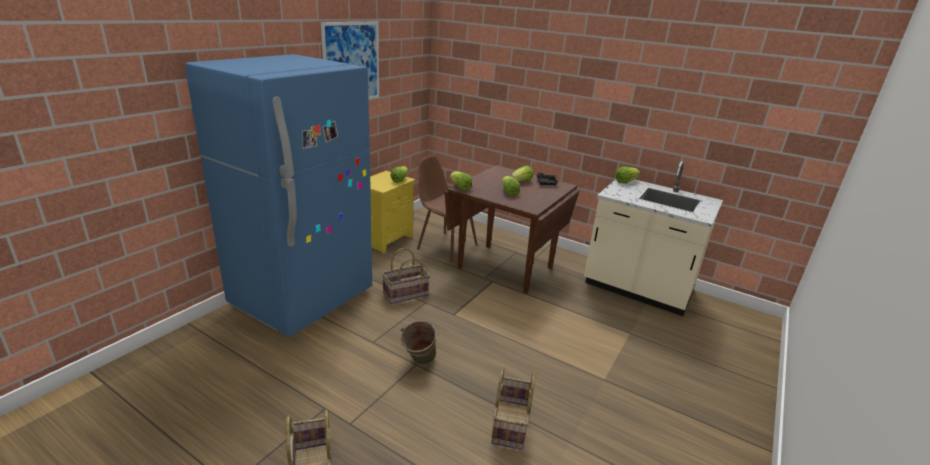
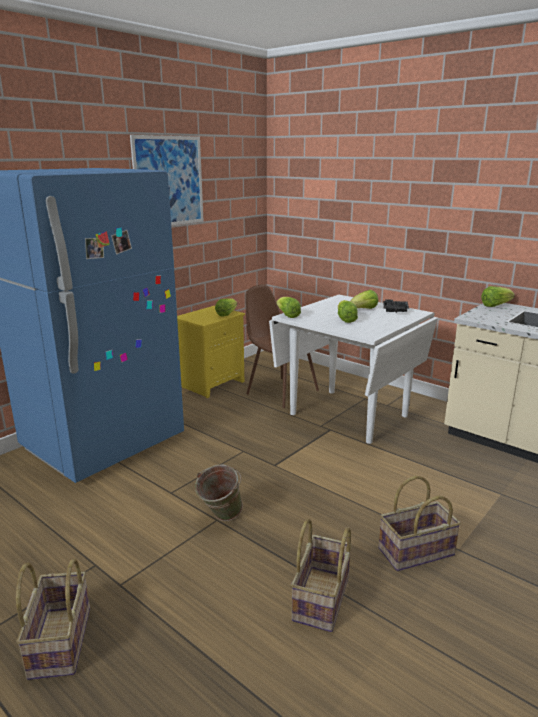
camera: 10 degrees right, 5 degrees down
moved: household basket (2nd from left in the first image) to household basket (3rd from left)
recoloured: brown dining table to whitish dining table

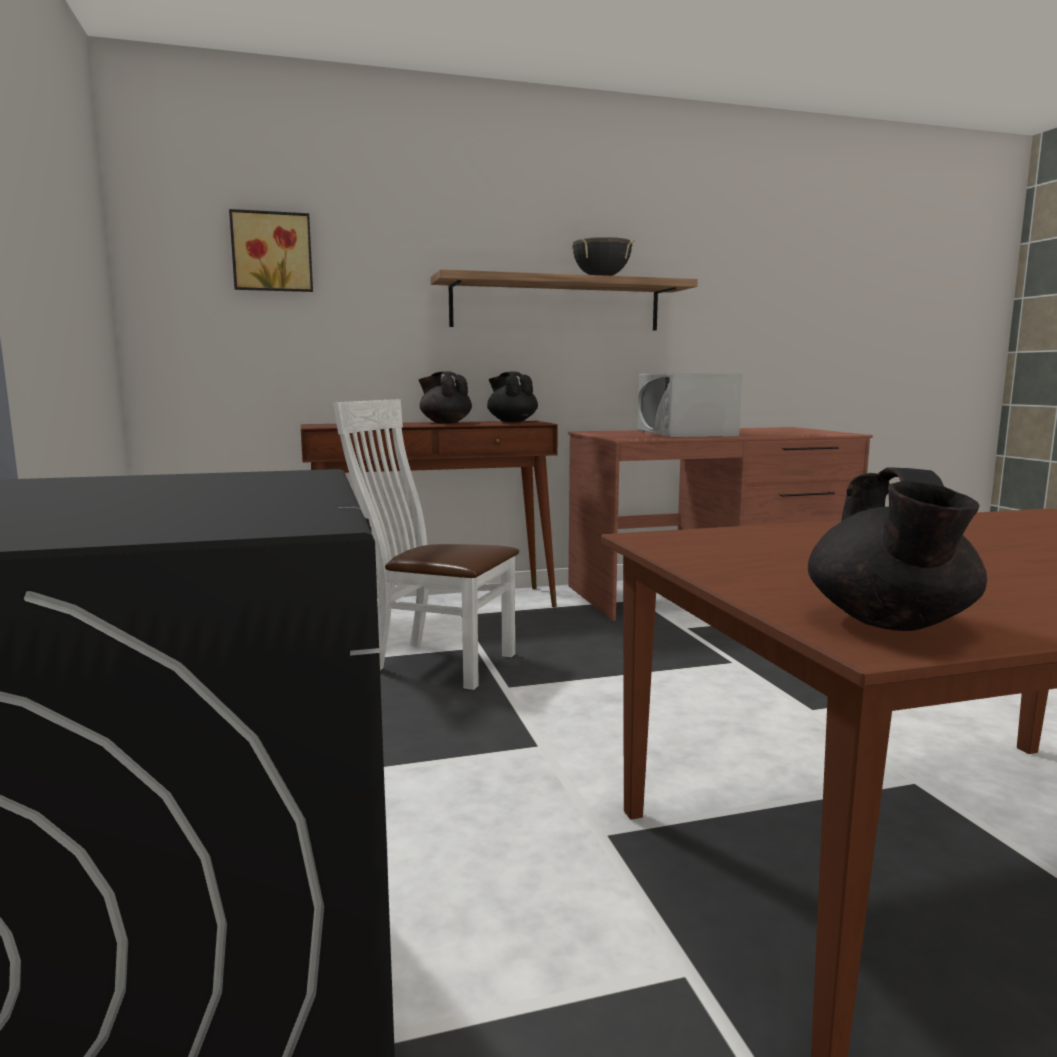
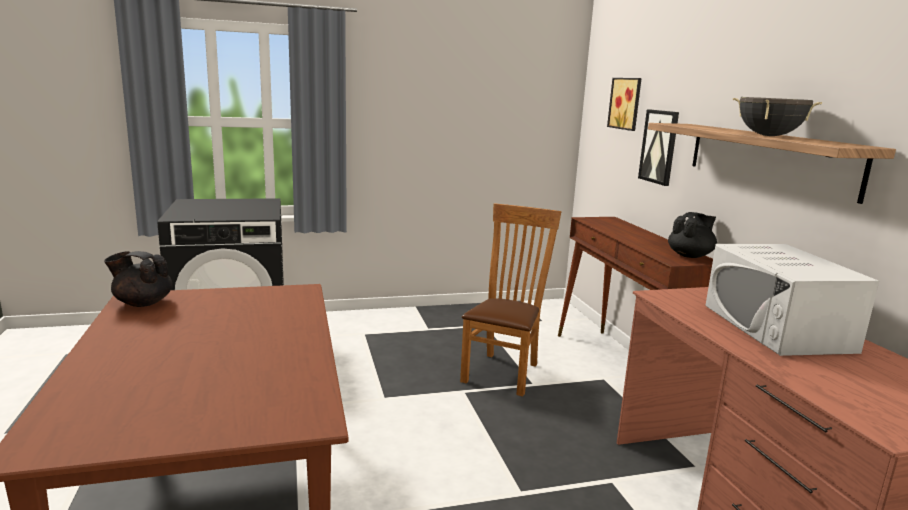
camera: 90 degrees right, 5 degrees up
removed: black pot for tea (1st from left)
added: picture (2nd from left)
recoloured: whitish chair to brown chair
turned: whitish microwave oven 90 degrees counterclockwise

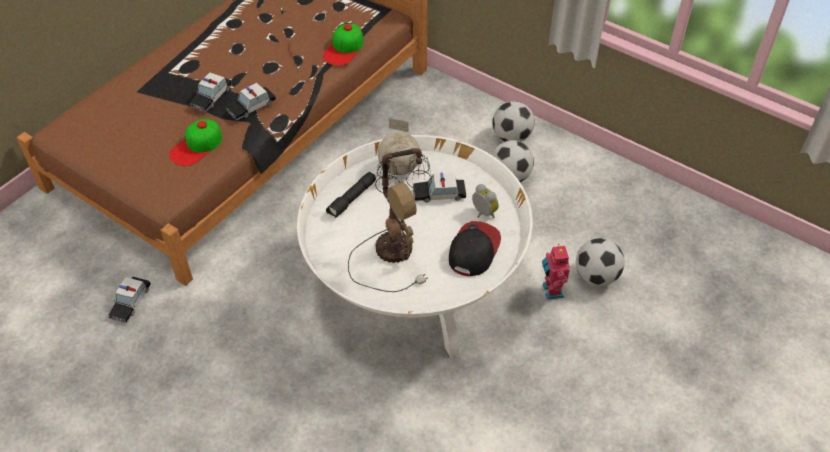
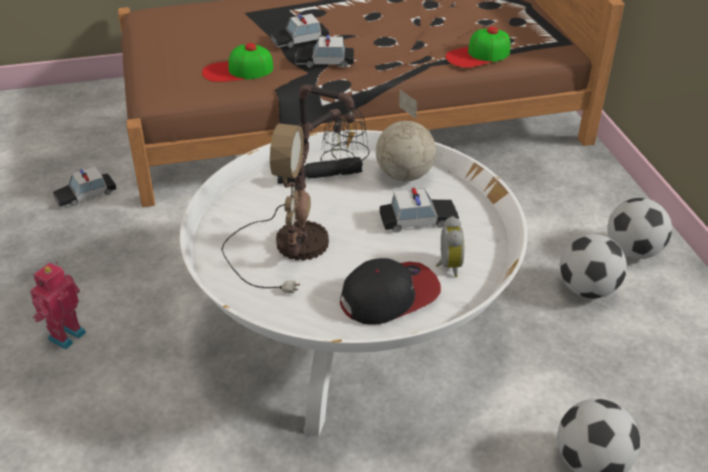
camera: 40 degrees right, 10 degrees down
moved: robot figure
turned: miniature car (4th from left) 135 degrees clockwise

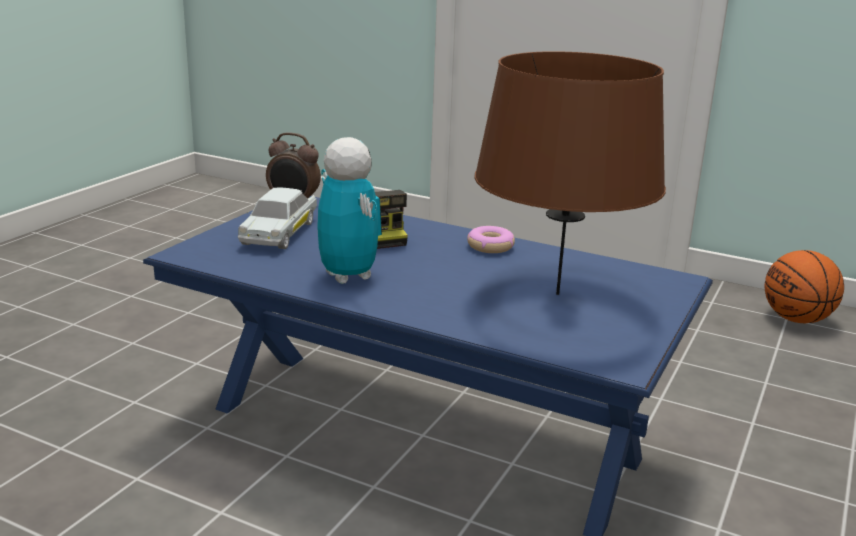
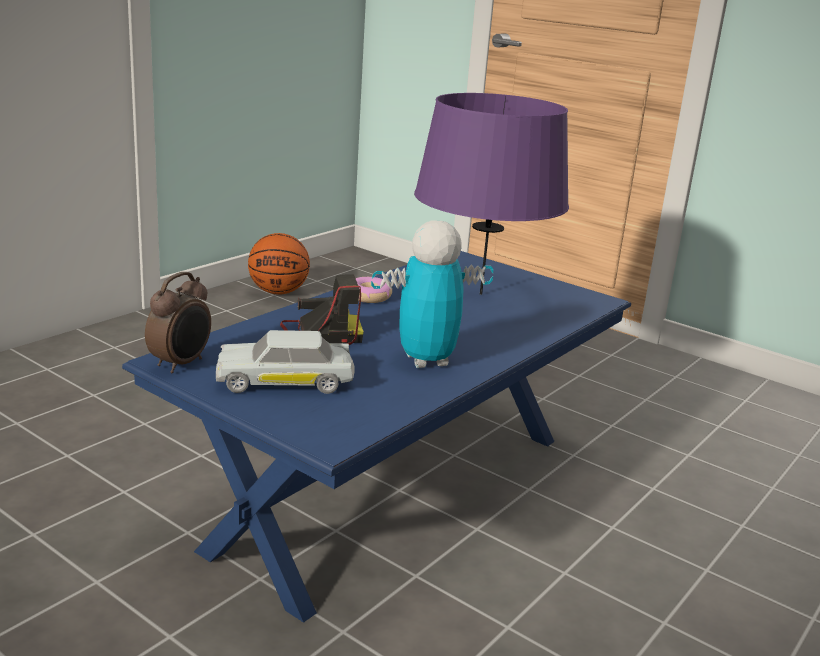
camera: 80 degrees left, 0 degrees up
recoloured: brown tabletop lamp to purplish tabletop lamp
turned: whitish miniature car 150 degrees clockwise

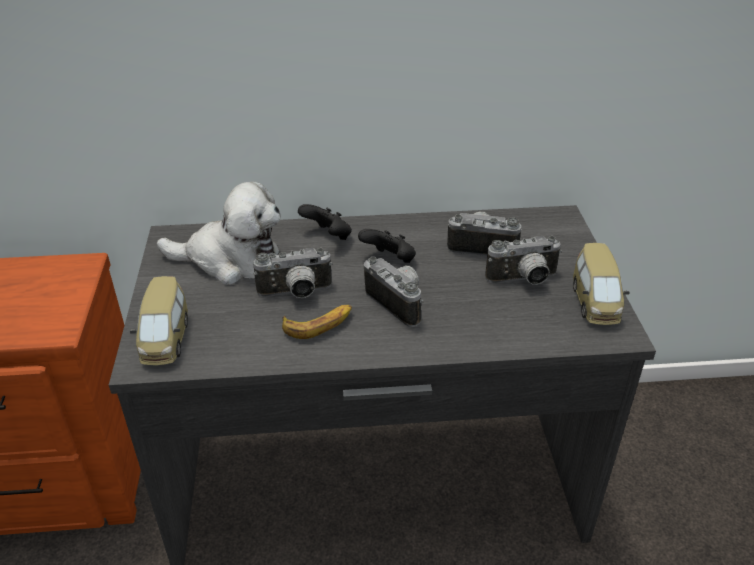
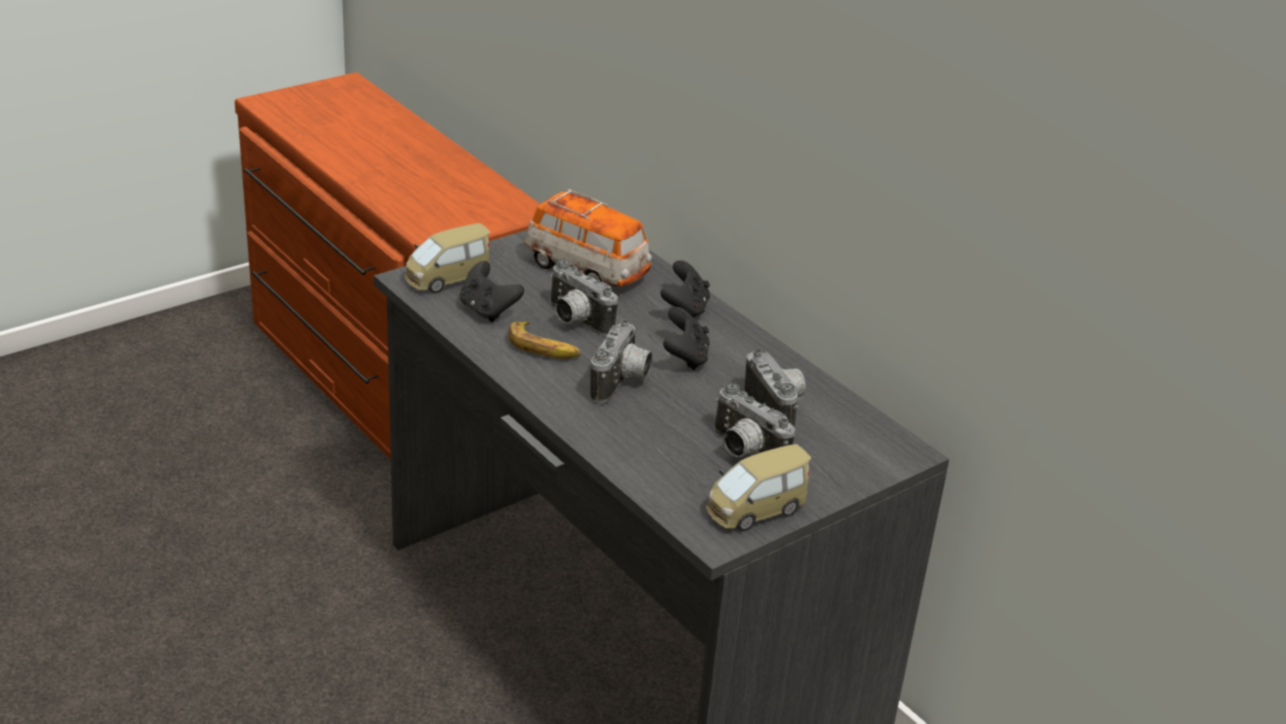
camera: 55 degrees right, 5 degrees down
added: black gamepad (1st from left)
replaced: cuddly toy to miniature car (2nd from left)

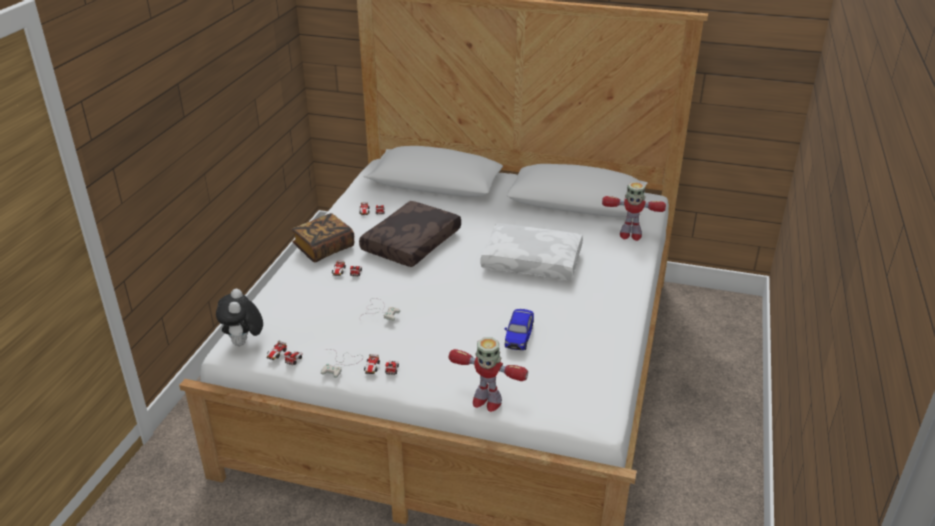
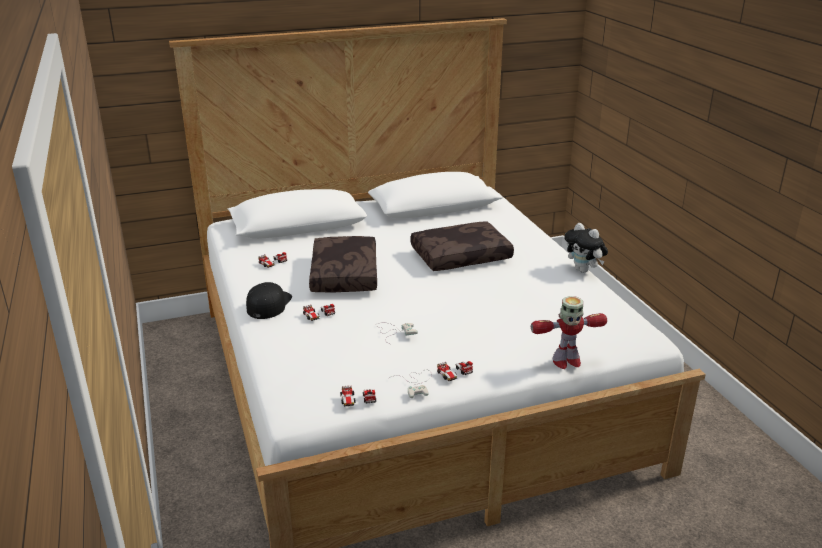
camera: 35 degrees left, 5 degrees down
removed: miniature car (5th from left); robot figure (2nd from left)
moved: cuddly toy
replaced: bound book to black peaked cap
recoloured: whitish pillow to brown pillow (2nd from left)

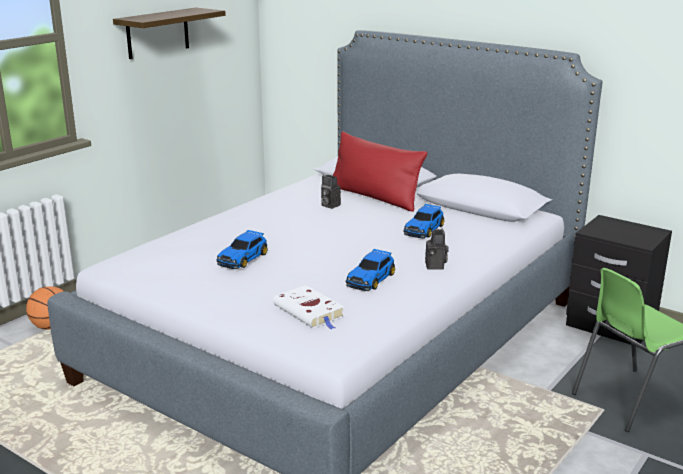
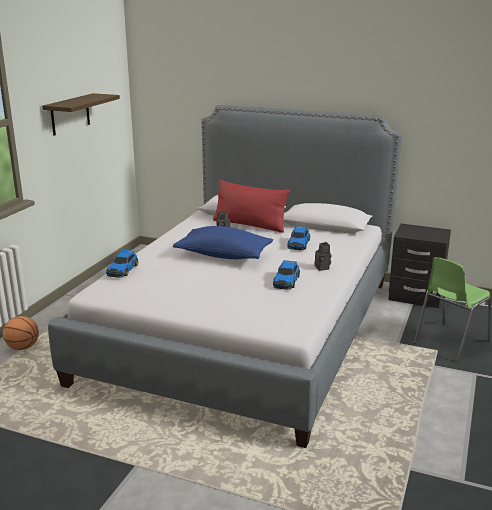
camera: 15 degrees left, 0 degrees up
removed: whitish bound book
added: blue-coloured pillow
moved: miniature car (1st from left)

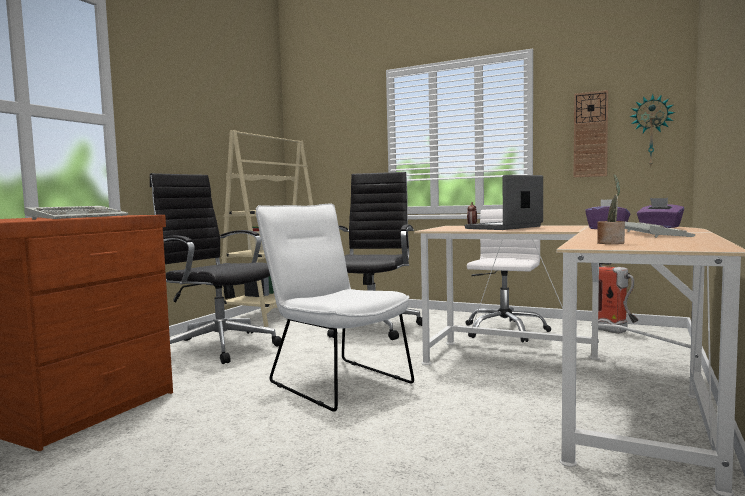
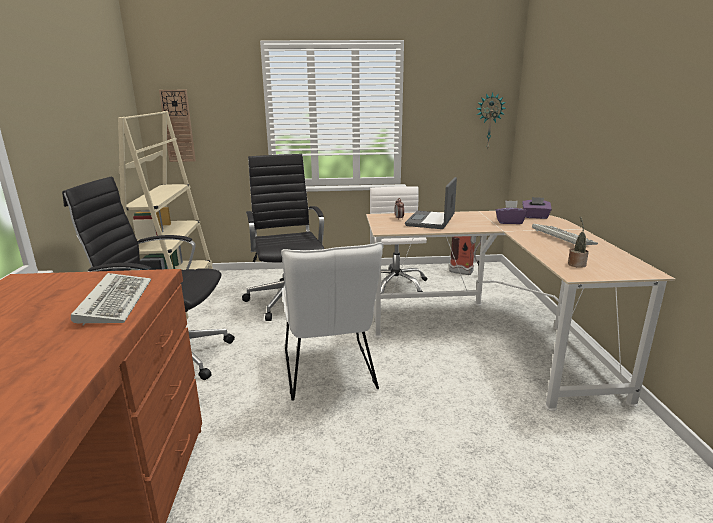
camera: 30 degrees left, 15 degrees up
moved: hanging clock (1st from left)
turned: whitish chair 120 degrees counterclockwise

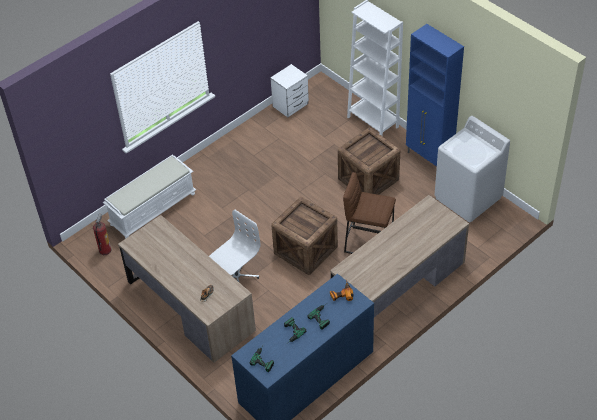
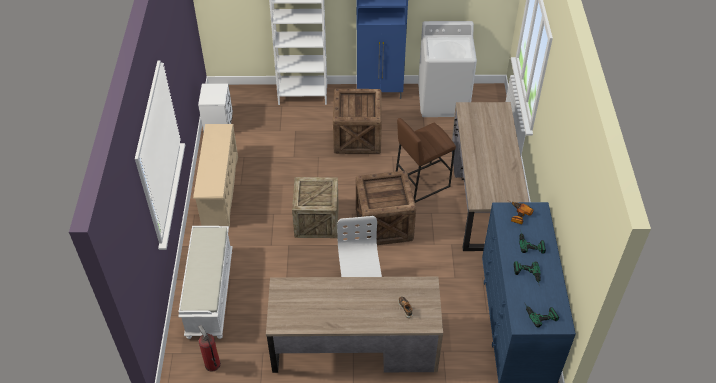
camera: 50 degrees left, 0 degrees up
added: beige shoe rack; crate (1st from left)

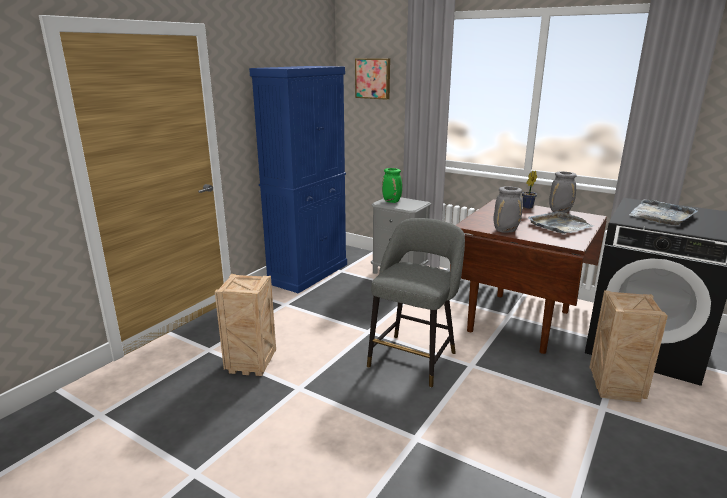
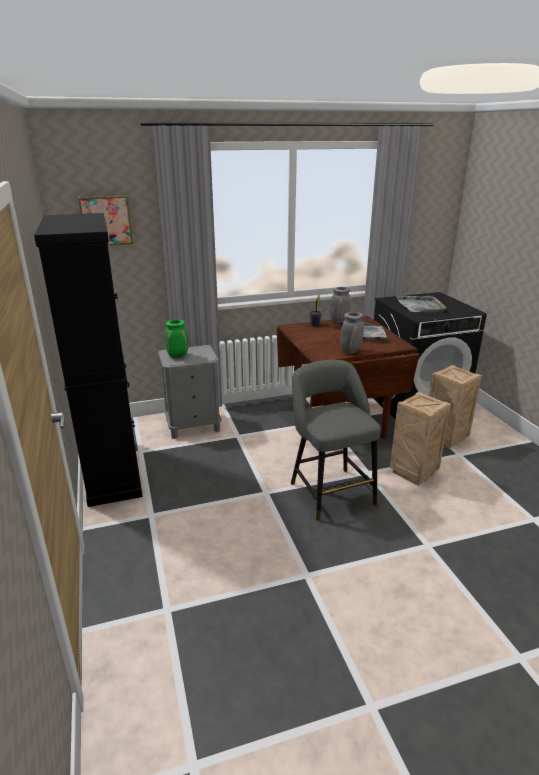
camera: 50 degrees left, 5 degrees up
moved: crate (1st from left)
recoloured: blue-coloured cupboard to black cupboard

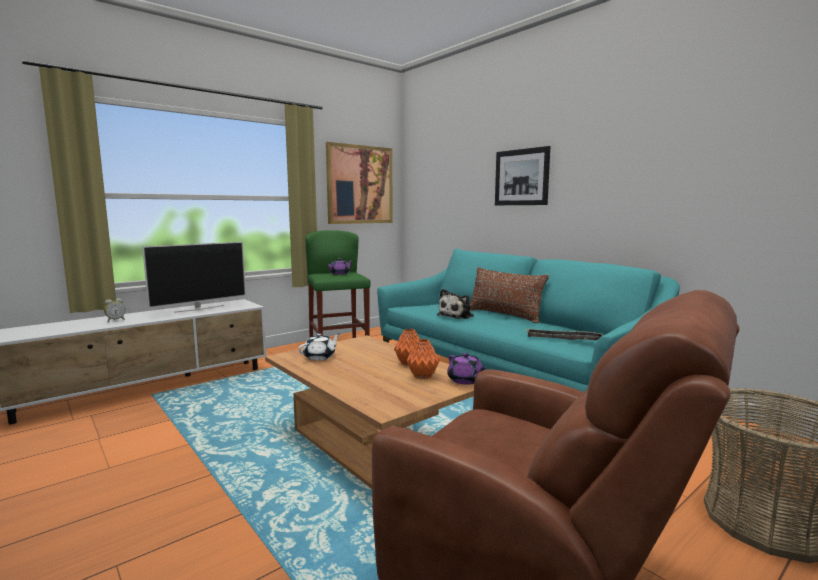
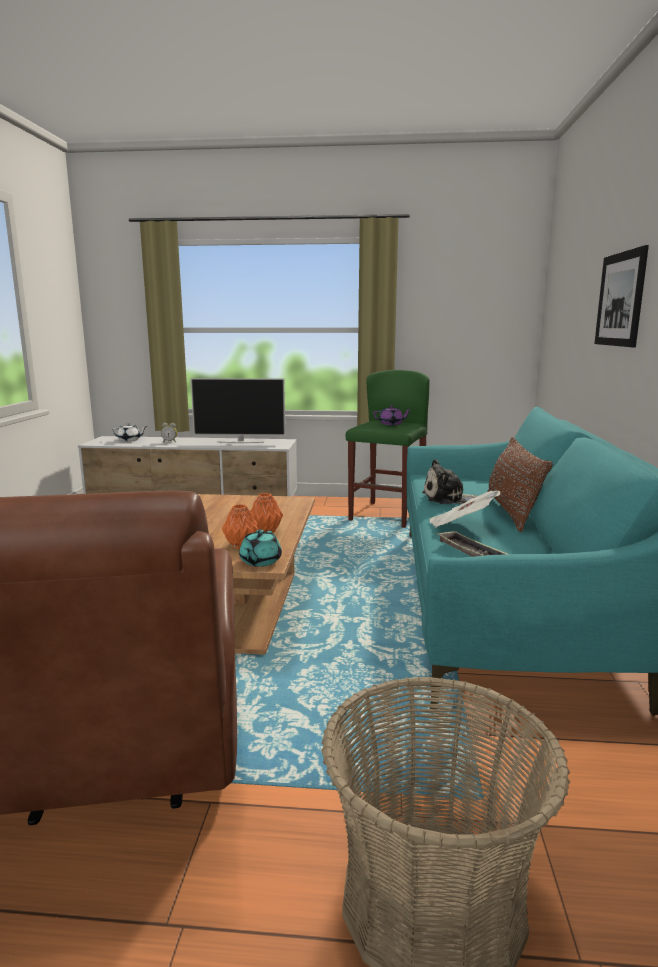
camera: 45 degrees right, 5 degrees up
removed: picture (1st from left)
added: newspaper
moved: whitish pot for tea
recoloured: purplish pot for tea (2nd from left) to blue-green pot for tea

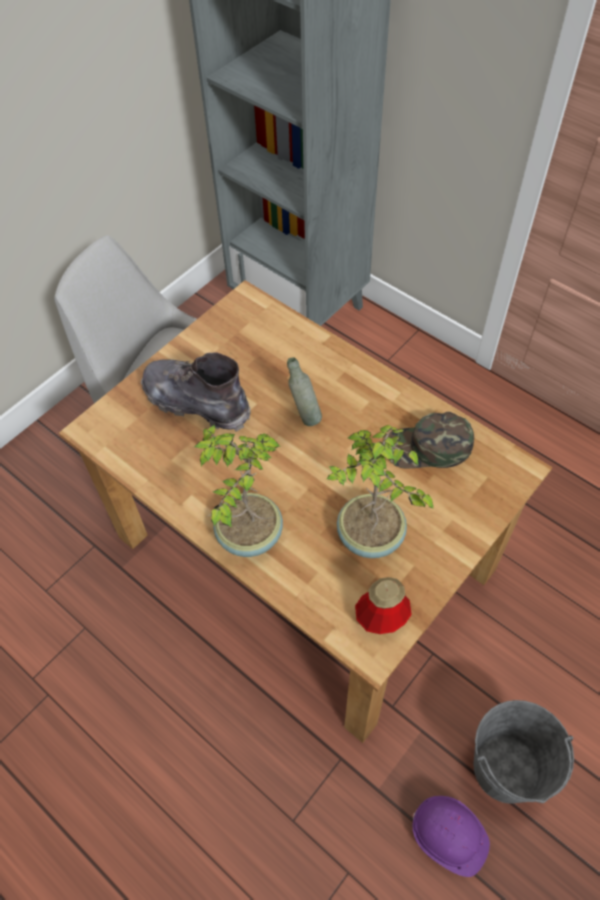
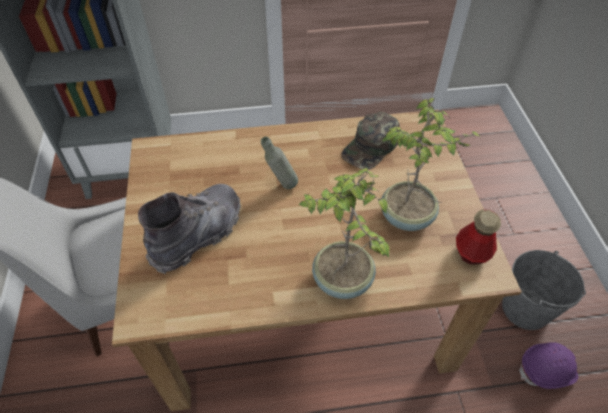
camera: 50 degrees left, 5 degrees down
turned: greyish high-top boot 150 degrees clockwise

